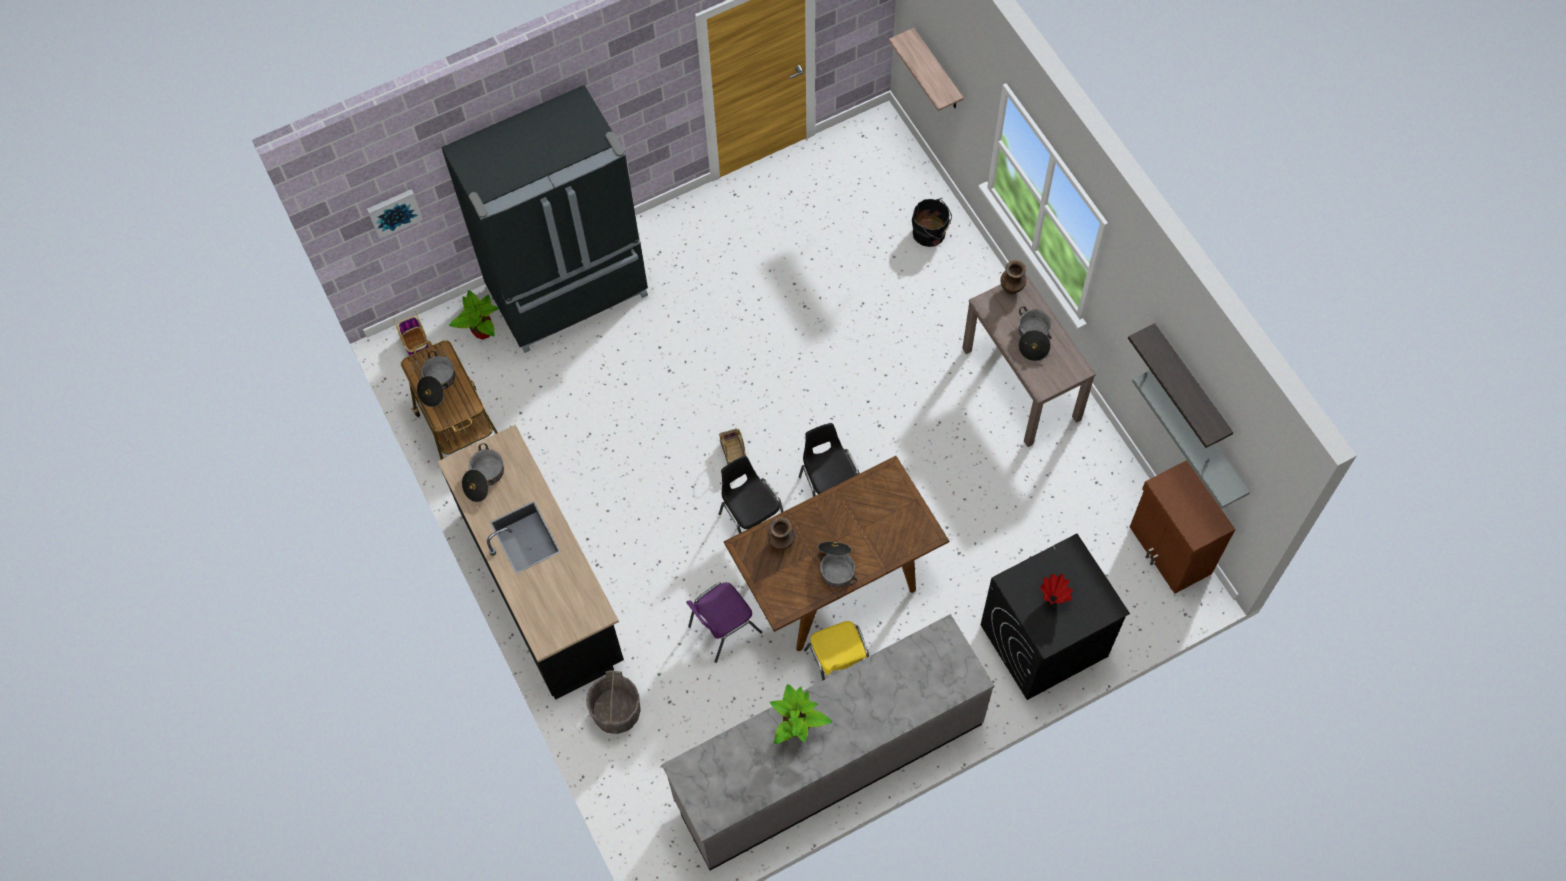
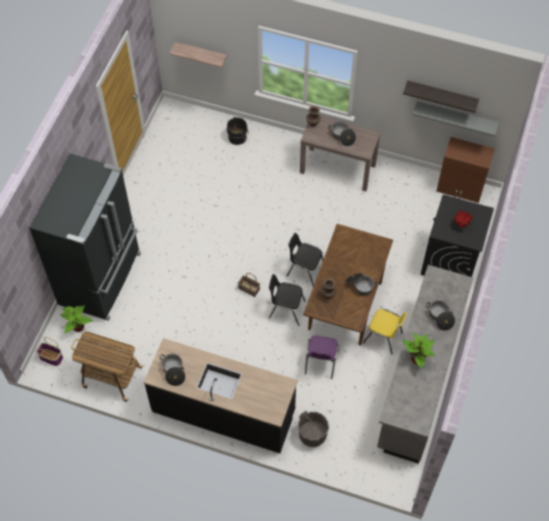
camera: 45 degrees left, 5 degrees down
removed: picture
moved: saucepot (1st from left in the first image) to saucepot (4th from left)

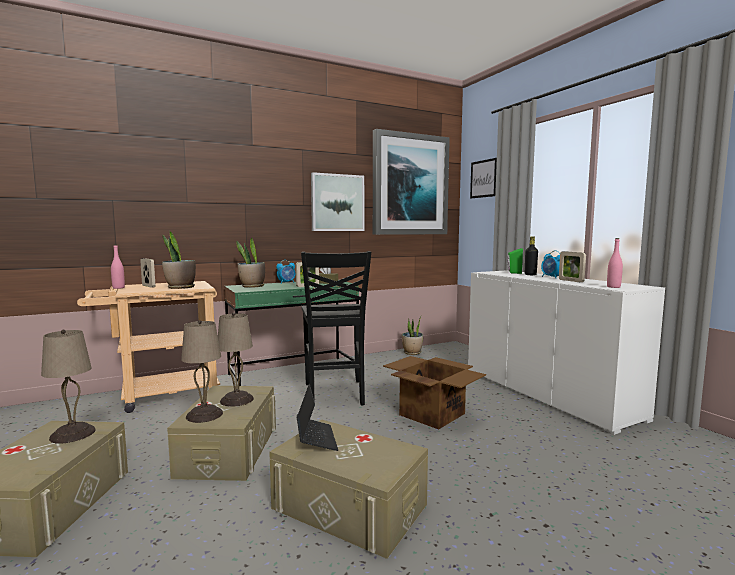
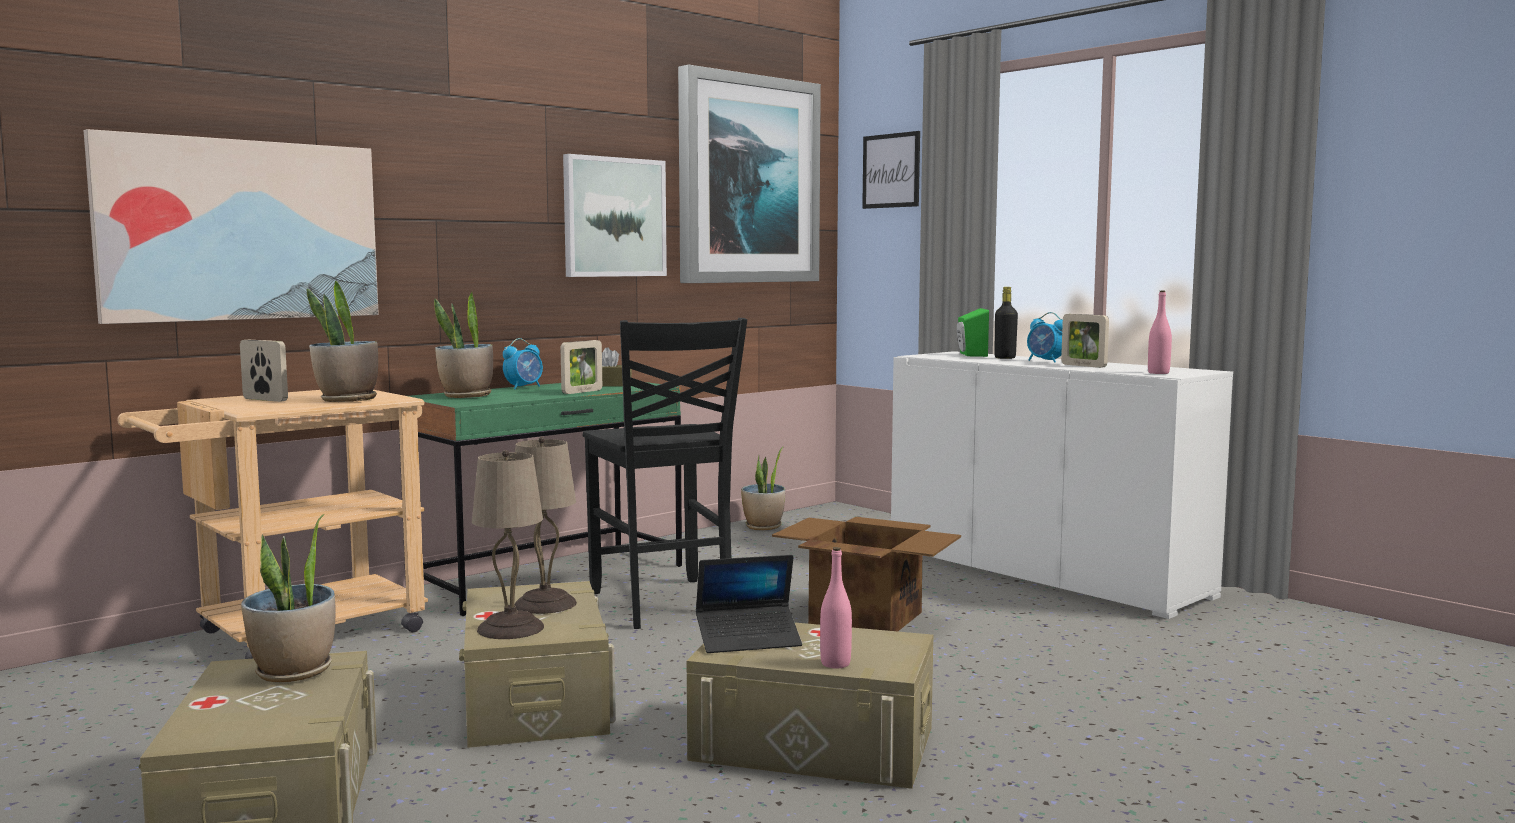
camera: 15 degrees left, 0 degrees up
added: picture (1st from left)
moved: pinkish drink bottle (1st from left)
replaced: beige tabletop lamp (1st from left) to potted plant (1st from left)
turned: notebook computer 105 degrees clockwise

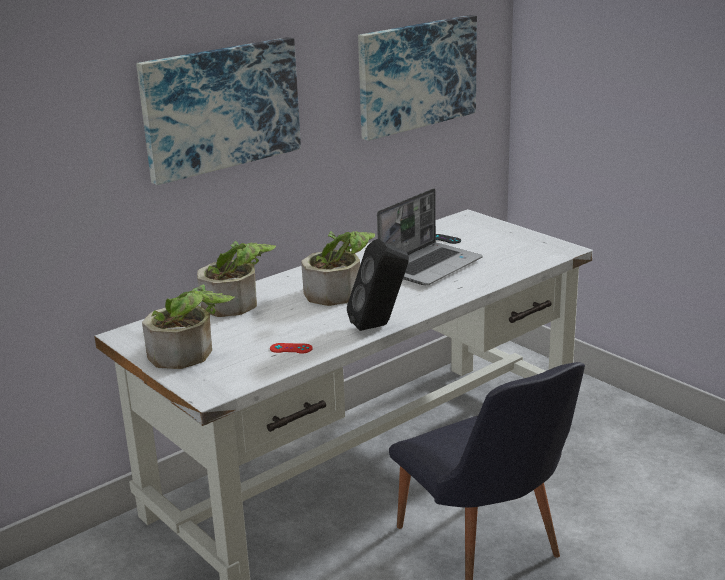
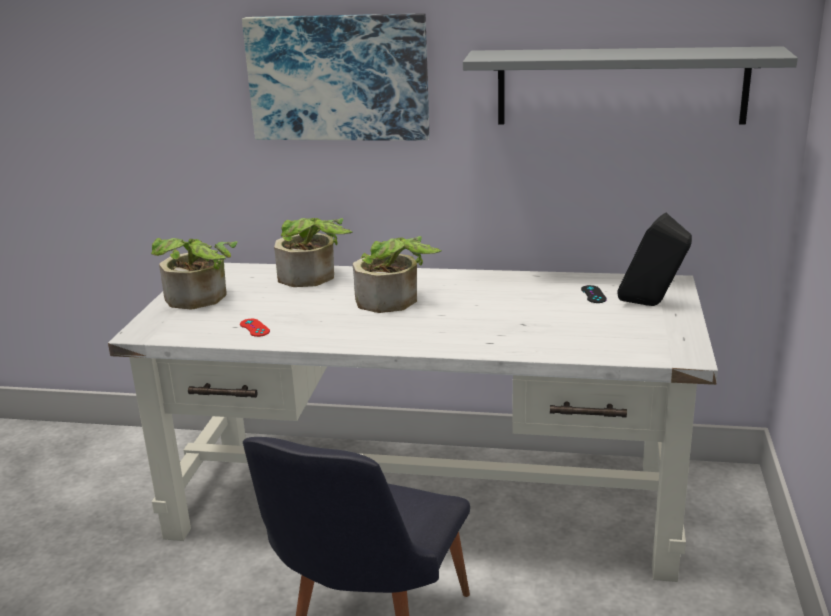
camera: 50 degrees right, 0 degrees up
removed: notebook computer
moved: black audio speaker
replaced: picture (2nd from left) to greyish shelf

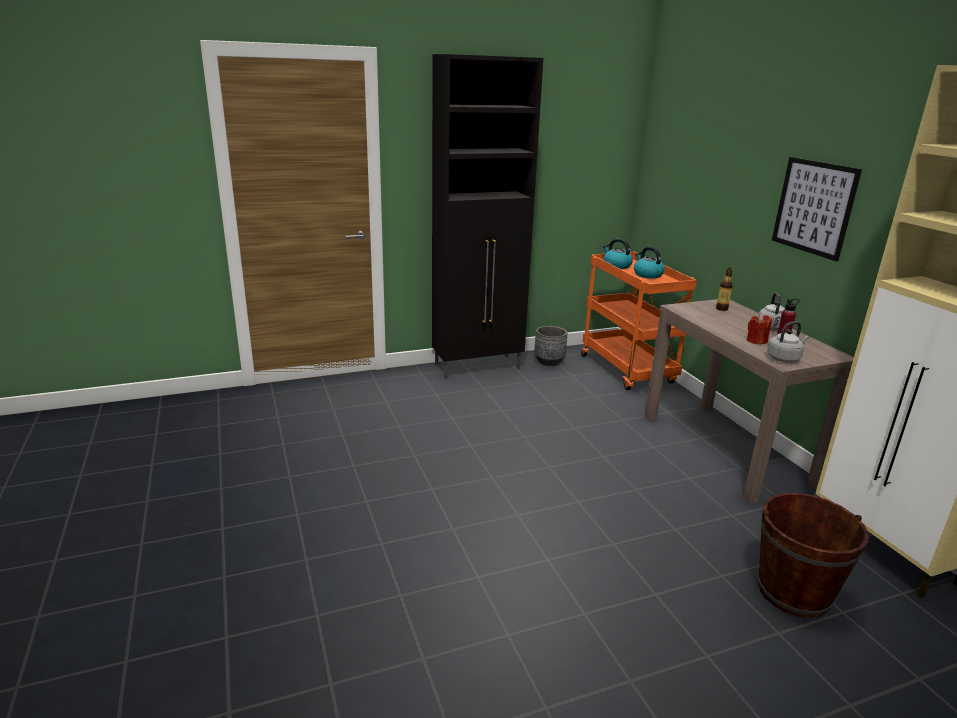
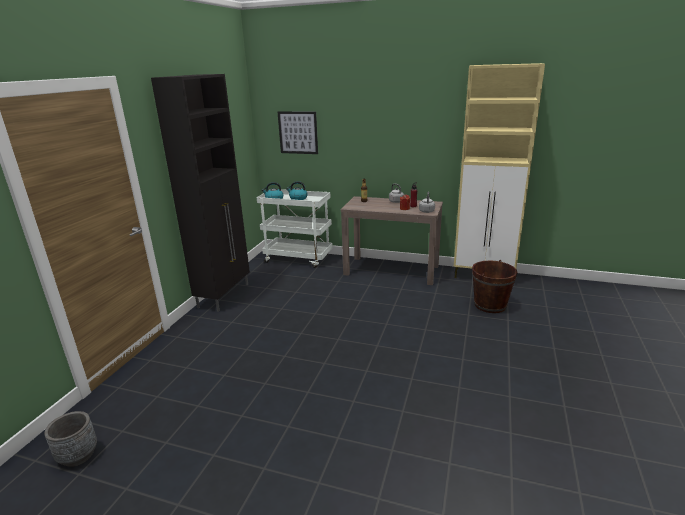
camera: 50 degrees left, 0 degrees up
moved: greyish planter; picture
recoloured: orange trolley to whitish trolley

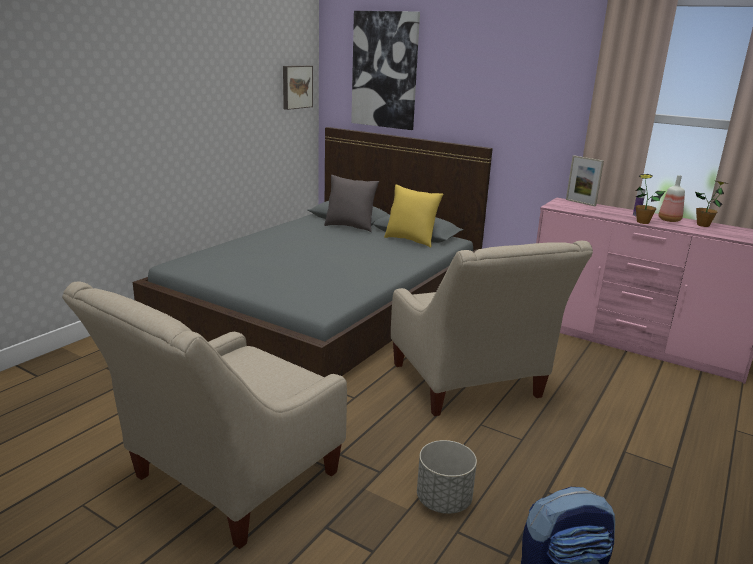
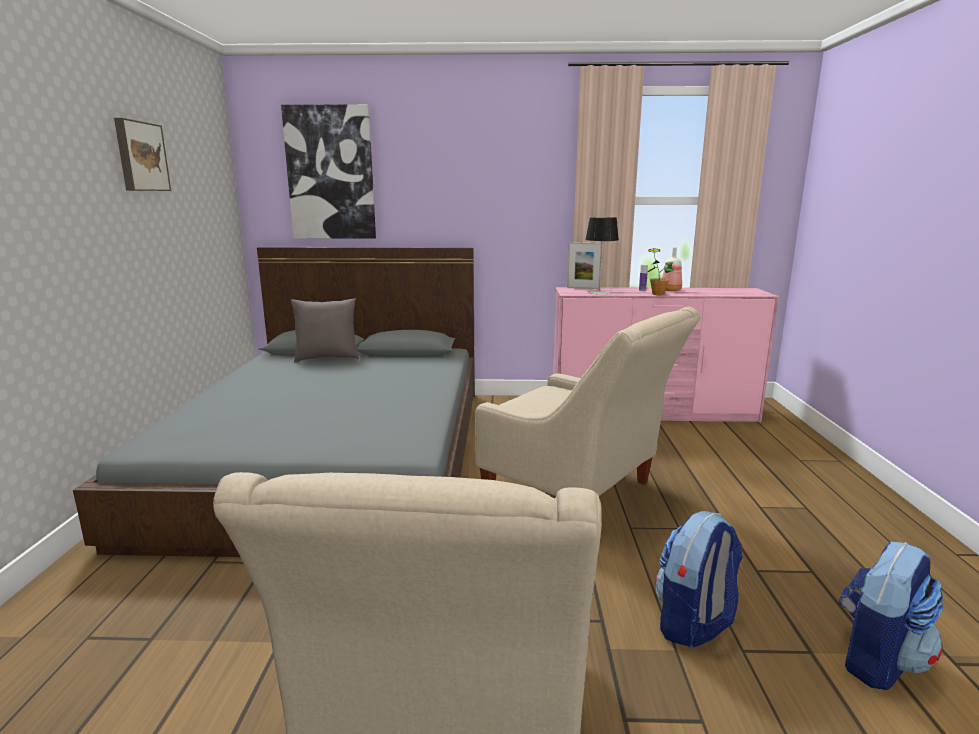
camera: 30 degrees left, 5 degrees down
removed: yellow-coloured pillow; potted plant (2nd from left)
added: tabletop lamp
moved: picture (1st from left)
replaced: greyish planter to knapsack (1st from left)

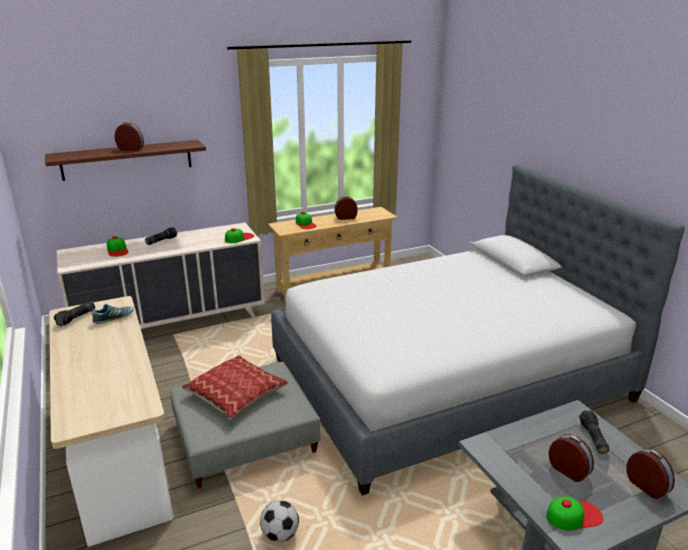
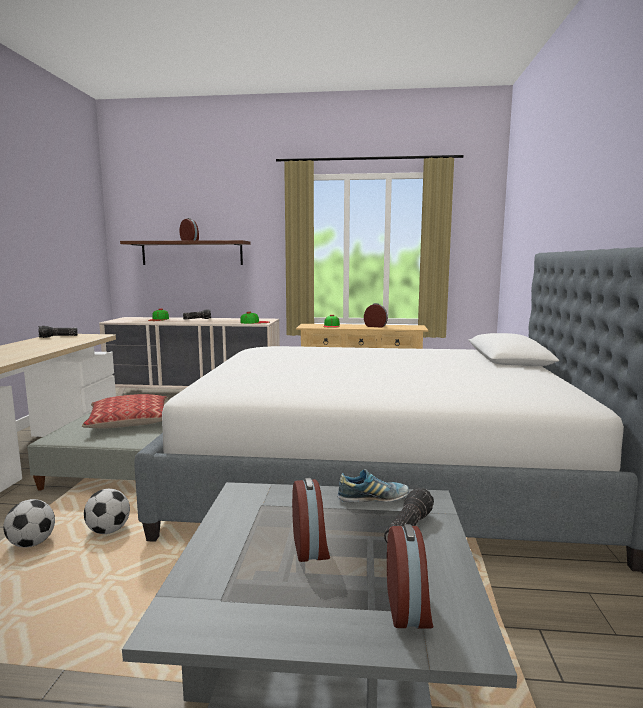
camera: 30 degrees right, 15 degrees down
removed: peaked cap (4th from left)
added: football ball (2nd from left)
moved: shoe

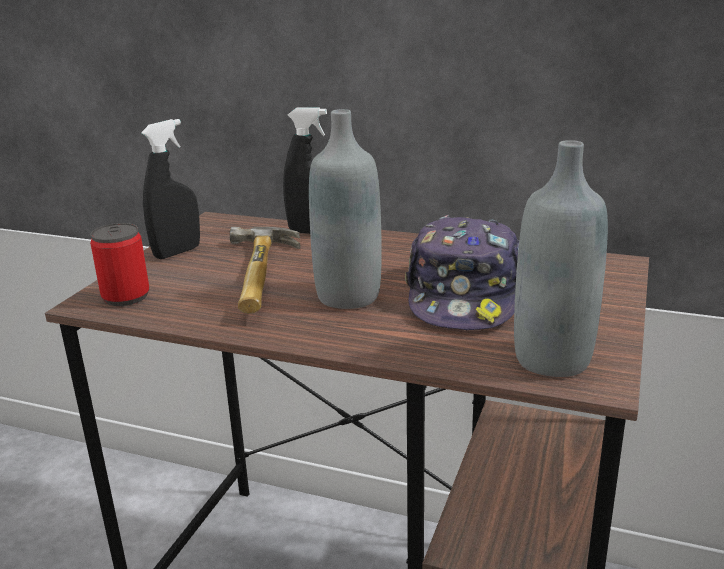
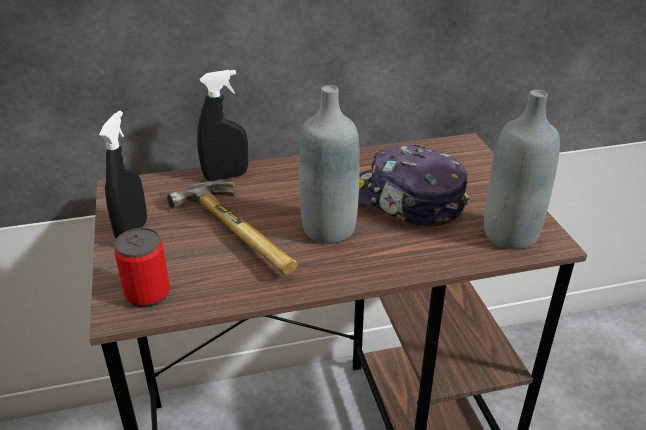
camera: 35 degrees left, 10 degrees up
turned: peaked cap 150 degrees clockwise

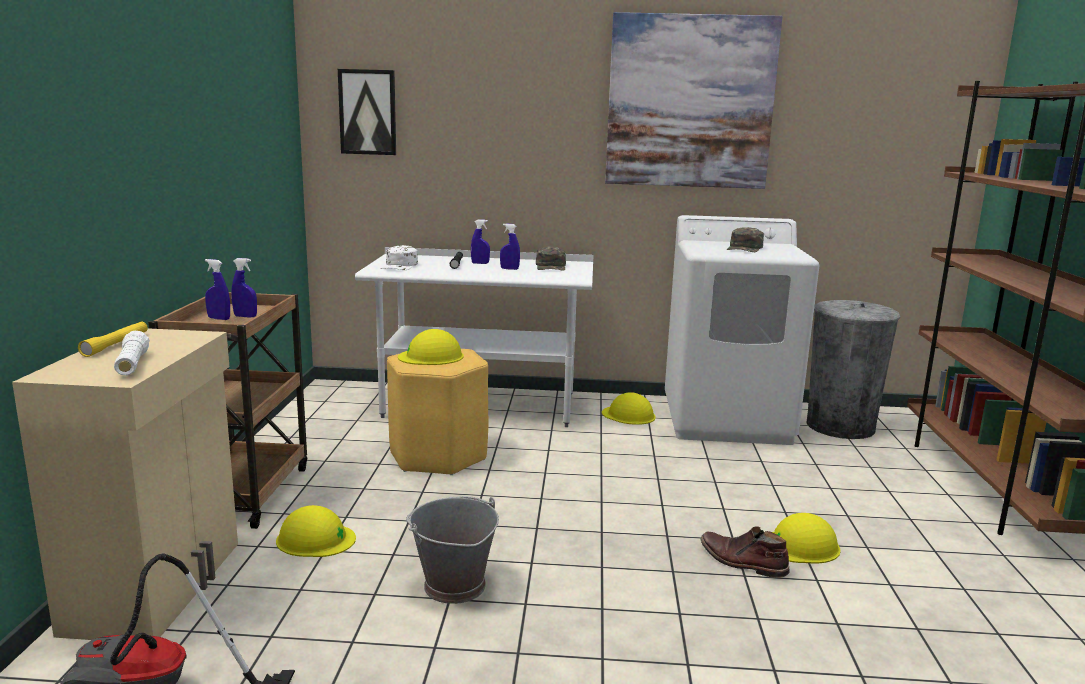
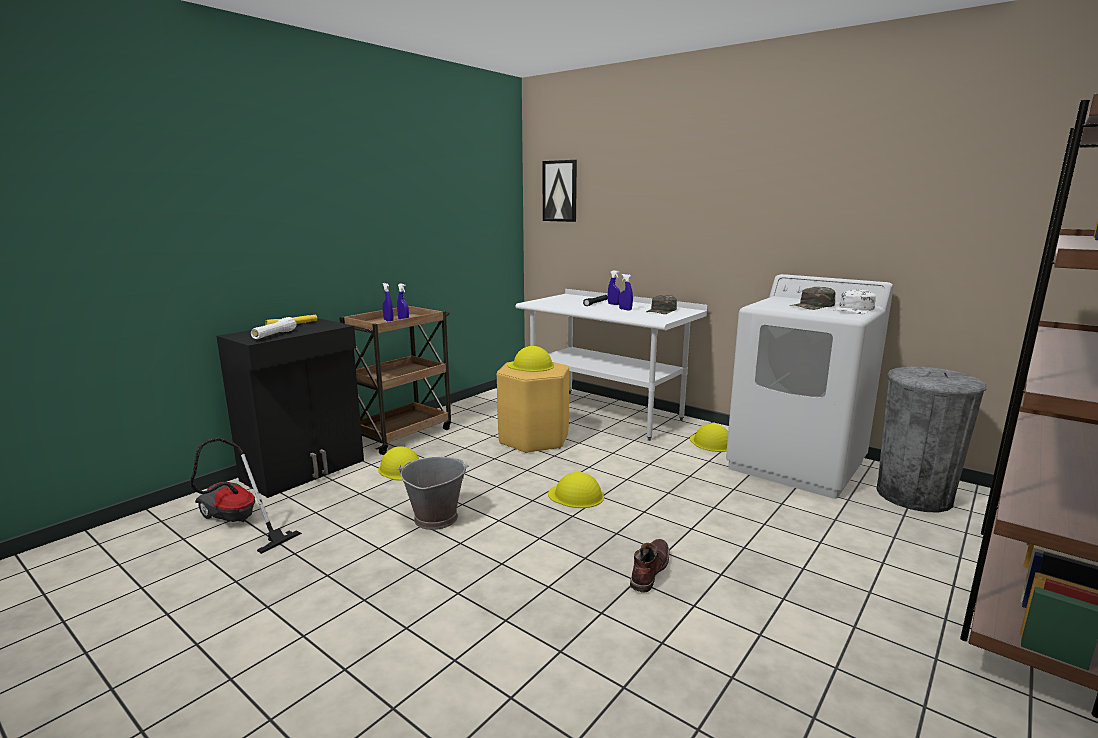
camera: 35 degrees right, 0 degrees up
removed: picture (2nd from left)
moved: whitish peaked cap; yellow-coloured hard hat (4th from left in the first image) to yellow-coloured hard hat (3rd from left)
recoloured: beige cupboard to black cupboard
turned: brown high-top boot 45 degrees clockwise

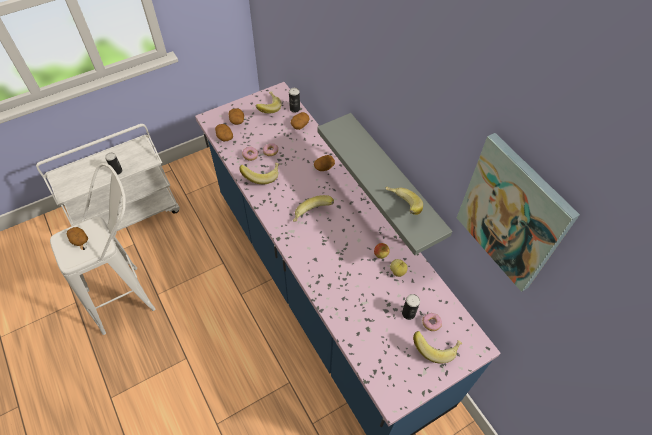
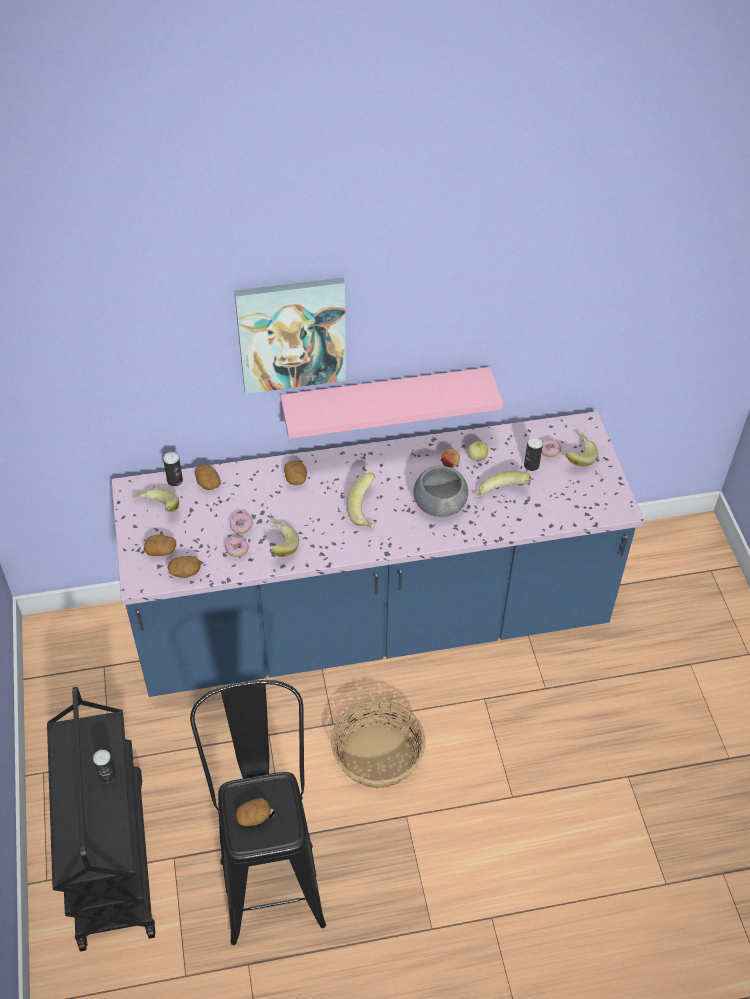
camera: 70 degrees left, 5 degrees down
added: household basket; greyish deep dish
moved: banana (4th from left); picture
recoloured: whitish trolley to black trolley; whitish stool to black stool; greyish shelf to pinkish shelf

